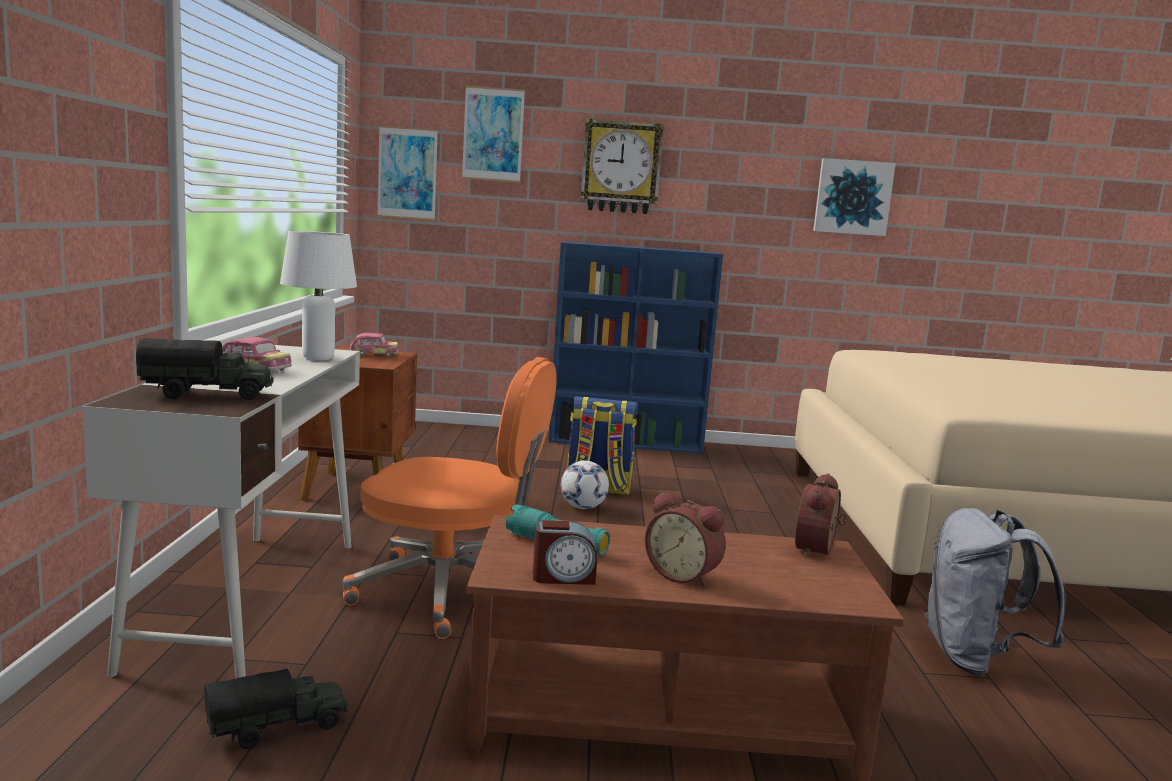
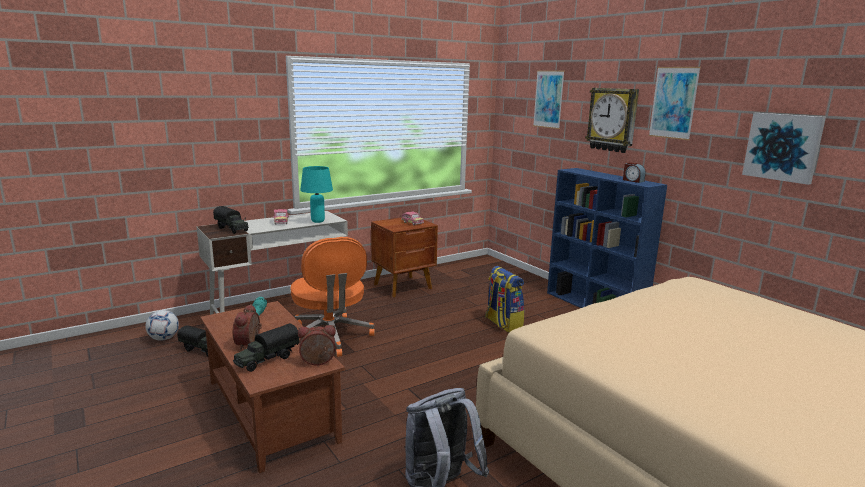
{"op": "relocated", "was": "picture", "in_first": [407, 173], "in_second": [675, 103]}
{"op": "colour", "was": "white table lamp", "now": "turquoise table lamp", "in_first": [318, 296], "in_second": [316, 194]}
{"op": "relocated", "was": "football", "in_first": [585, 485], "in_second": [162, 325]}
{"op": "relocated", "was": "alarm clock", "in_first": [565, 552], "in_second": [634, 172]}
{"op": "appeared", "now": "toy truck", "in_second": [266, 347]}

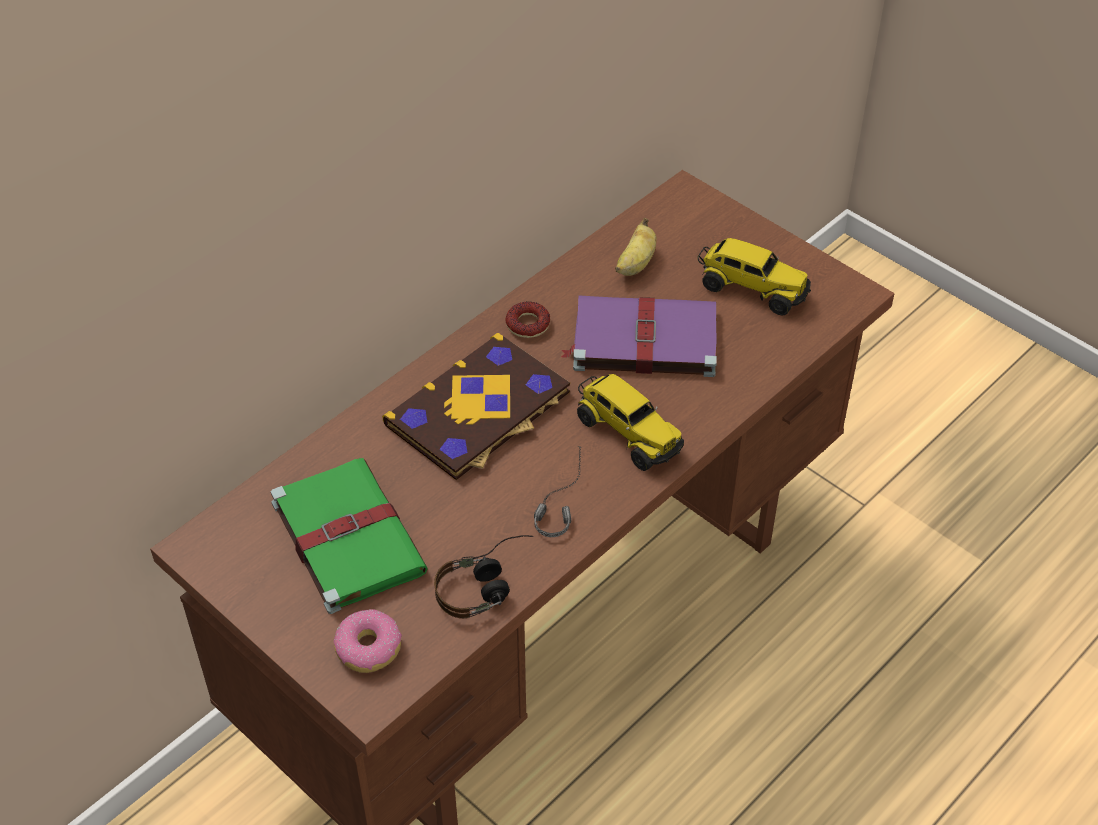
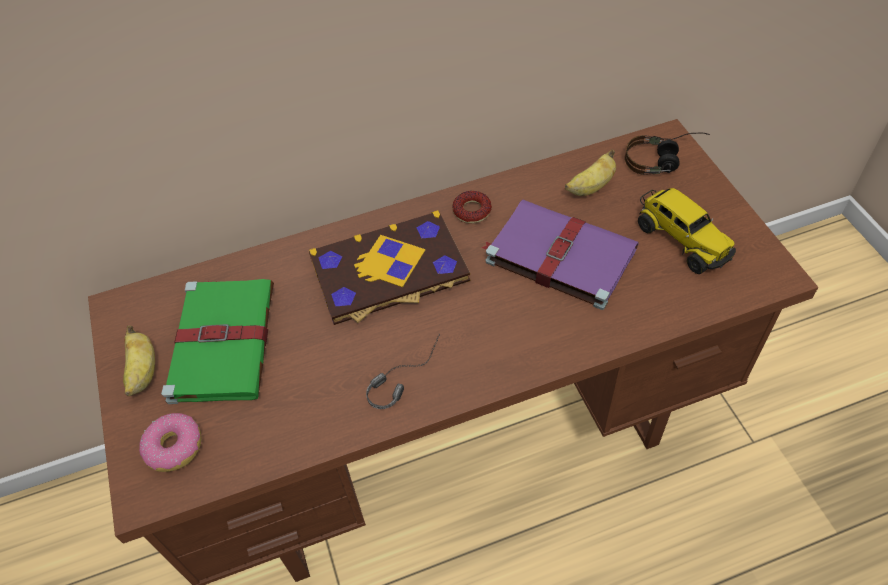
{"op": "missing", "was": "toy truck", "in_first": [630, 422]}
{"op": "relocated", "was": "headphones", "in_first": [484, 576], "in_second": [667, 153]}
{"op": "appeared", "now": "banana", "in_second": [139, 361]}

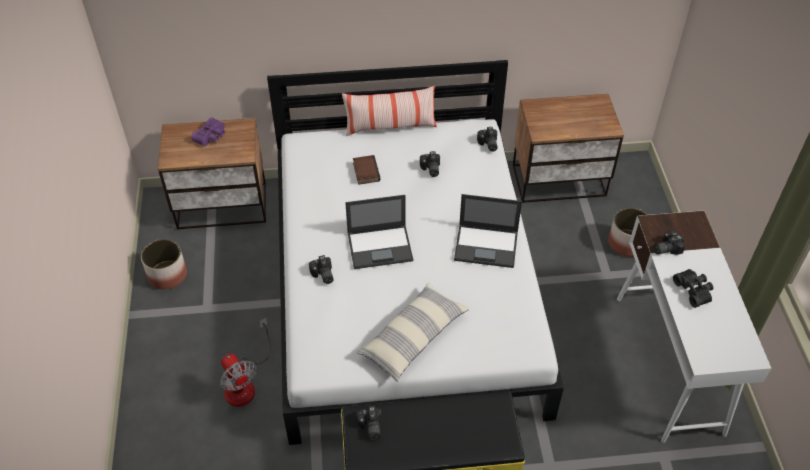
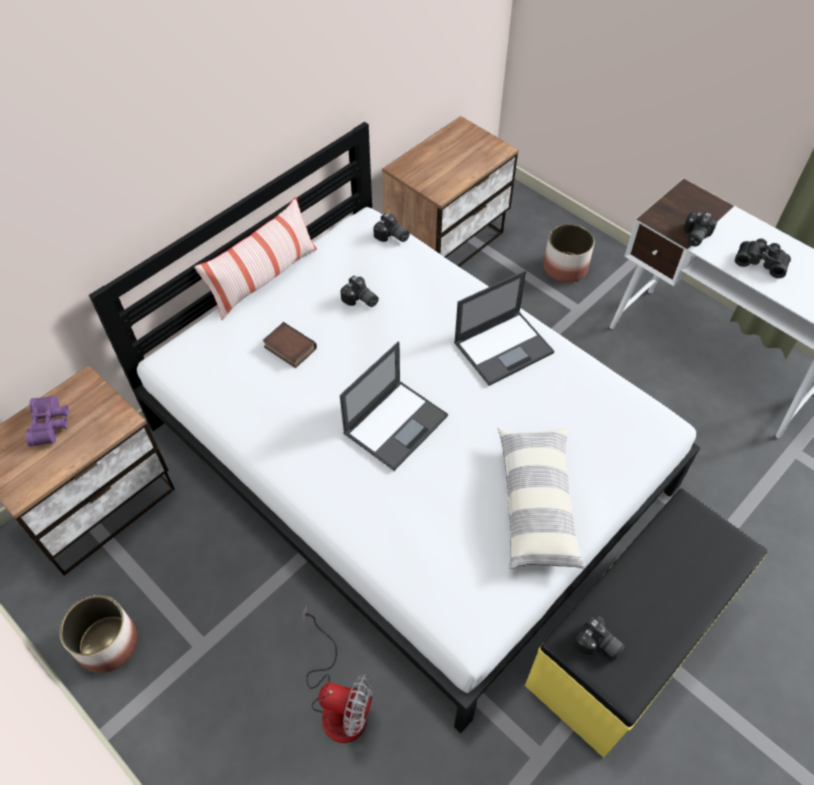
{"op": "missing", "was": "photo camera", "in_first": [321, 269]}

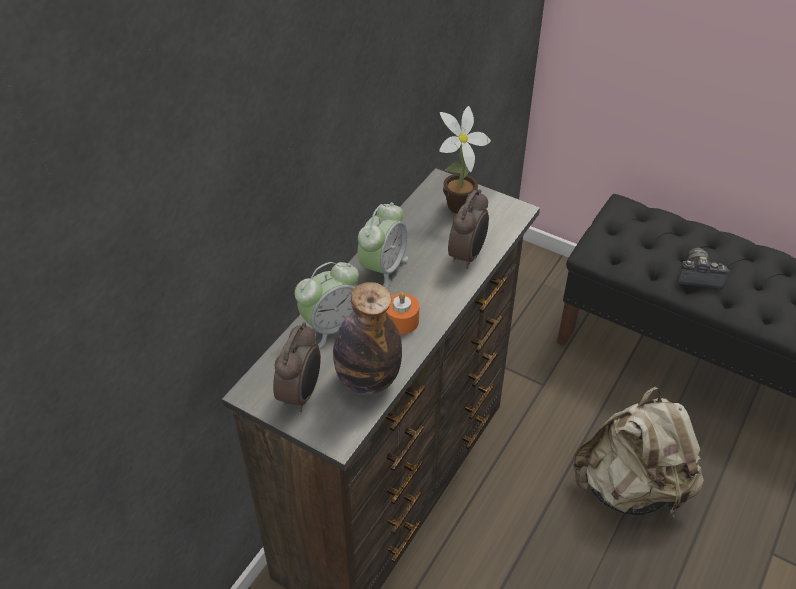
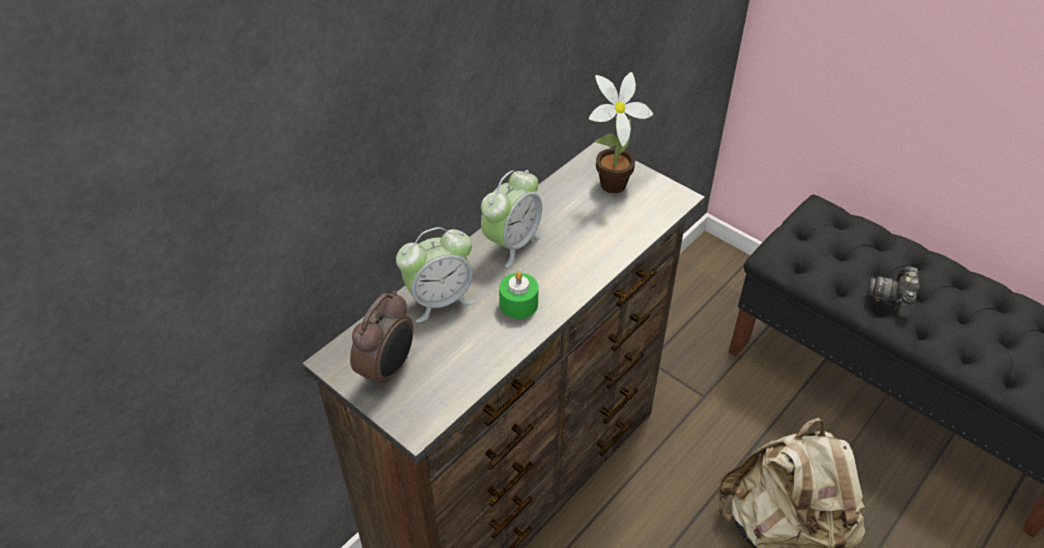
{"op": "missing", "was": "alarm clock", "in_first": [468, 229]}
{"op": "spun", "was": "photo camera", "in_first": [703, 268], "in_second": [893, 292], "clockwise": -90}
{"op": "missing", "was": "bottle", "in_first": [367, 338]}
{"op": "colour", "was": "orange candle", "now": "green candle", "in_first": [402, 313], "in_second": [519, 295]}

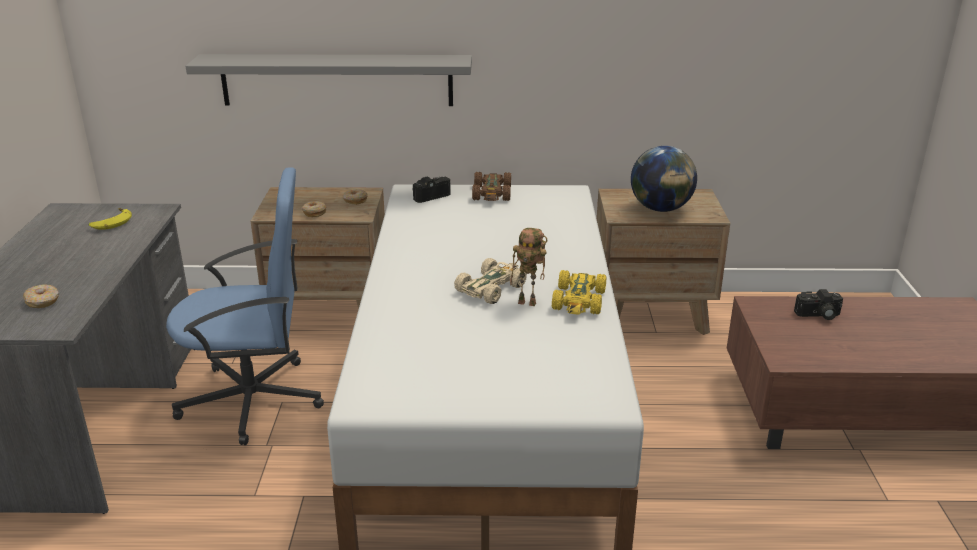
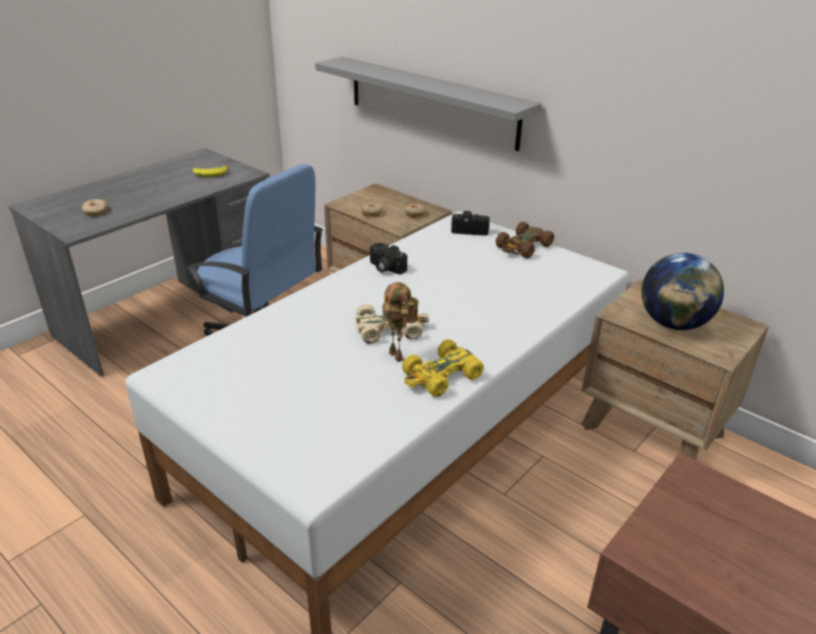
{"op": "relocated", "was": "photo camera", "in_first": [818, 304], "in_second": [388, 258]}

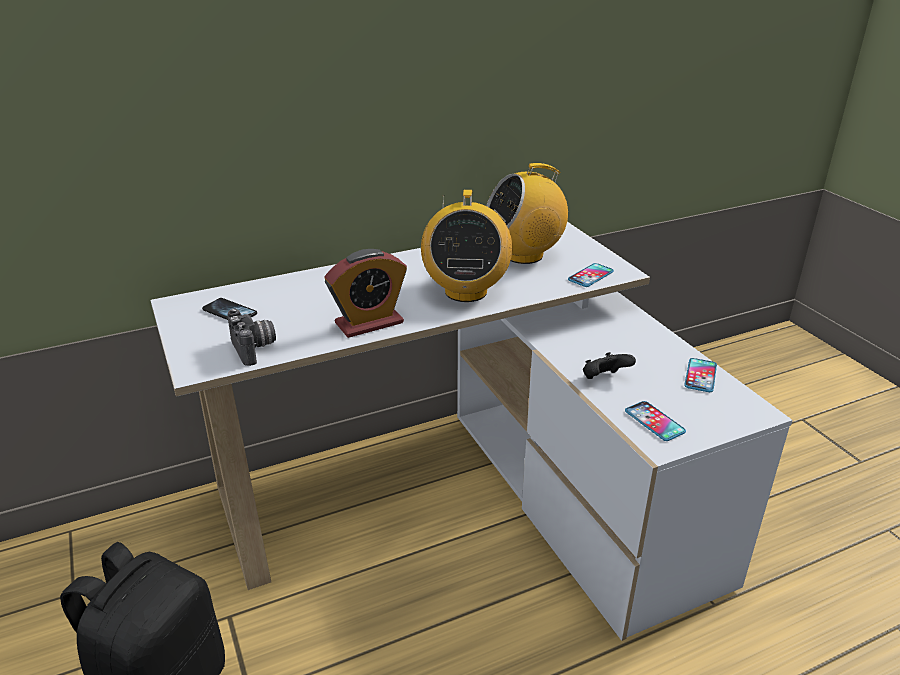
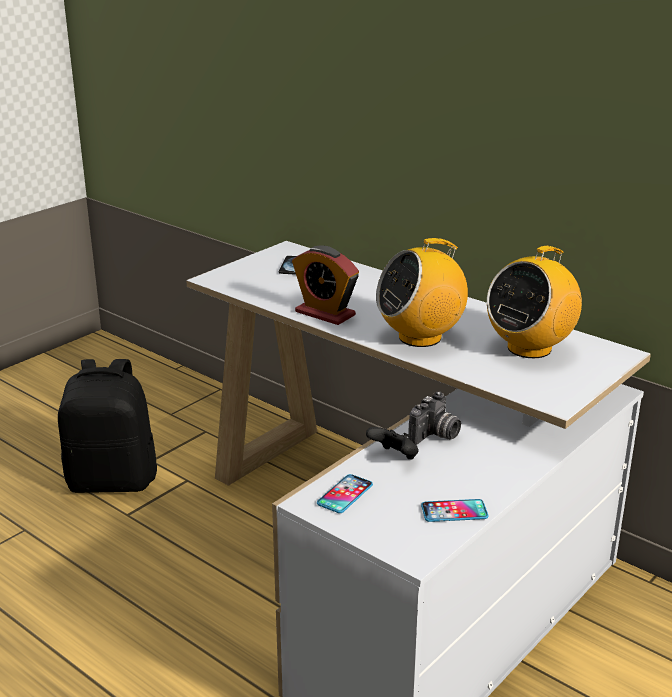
{"op": "spun", "was": "radio", "in_first": [527, 213], "in_second": [534, 302], "clockwise": -90}
{"op": "missing", "was": "phone", "in_first": [591, 275]}
{"op": "relocated", "was": "photo camera", "in_first": [251, 337], "in_second": [434, 418]}

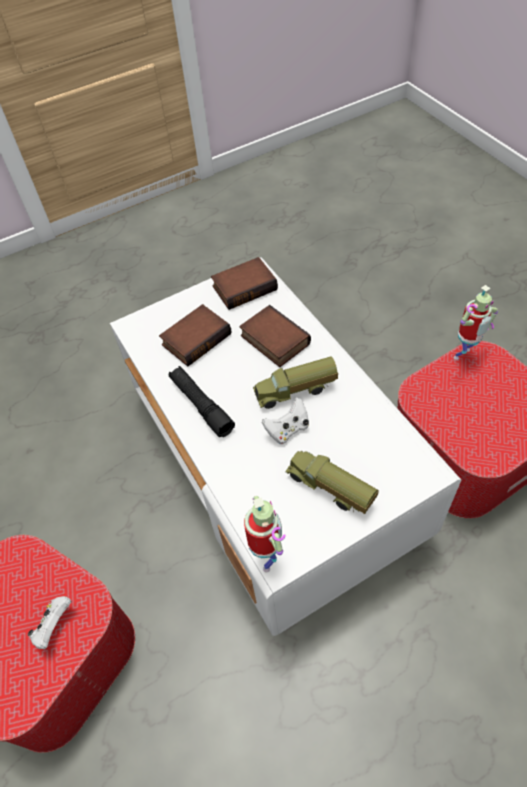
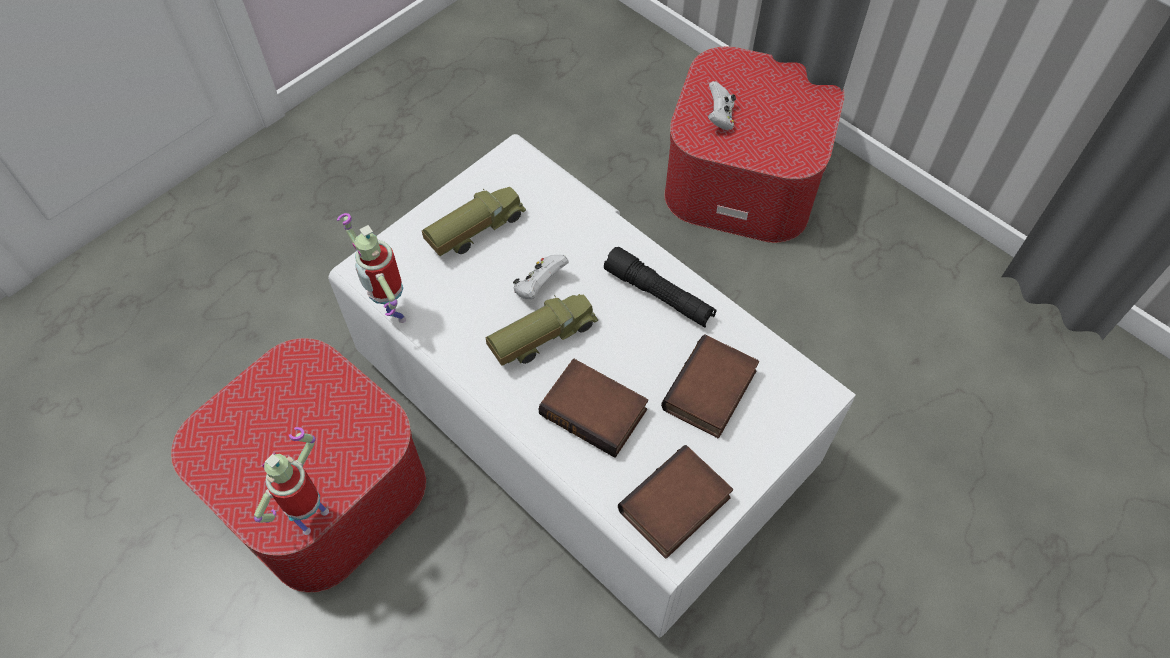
{"op": "spun", "was": "toy truck", "in_first": [332, 482], "in_second": [474, 221], "clockwise": -60}
{"op": "relocated", "was": "toy robot", "in_first": [265, 534], "in_second": [371, 268]}

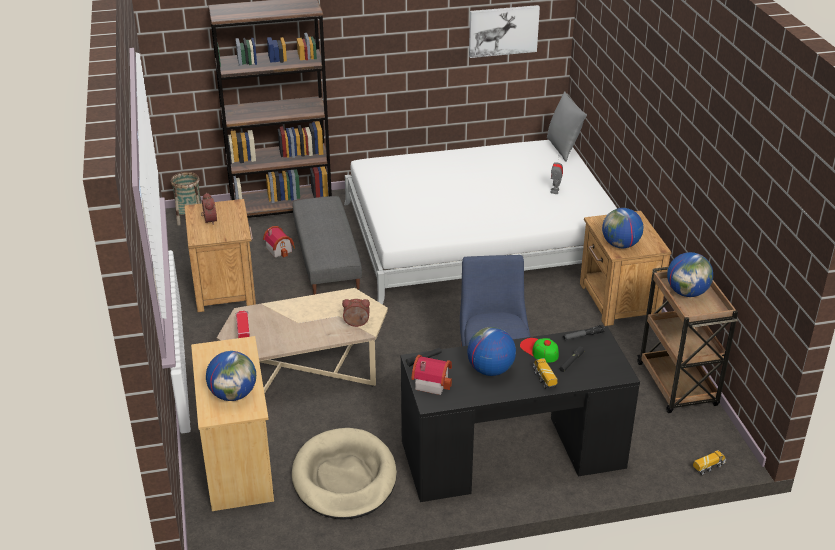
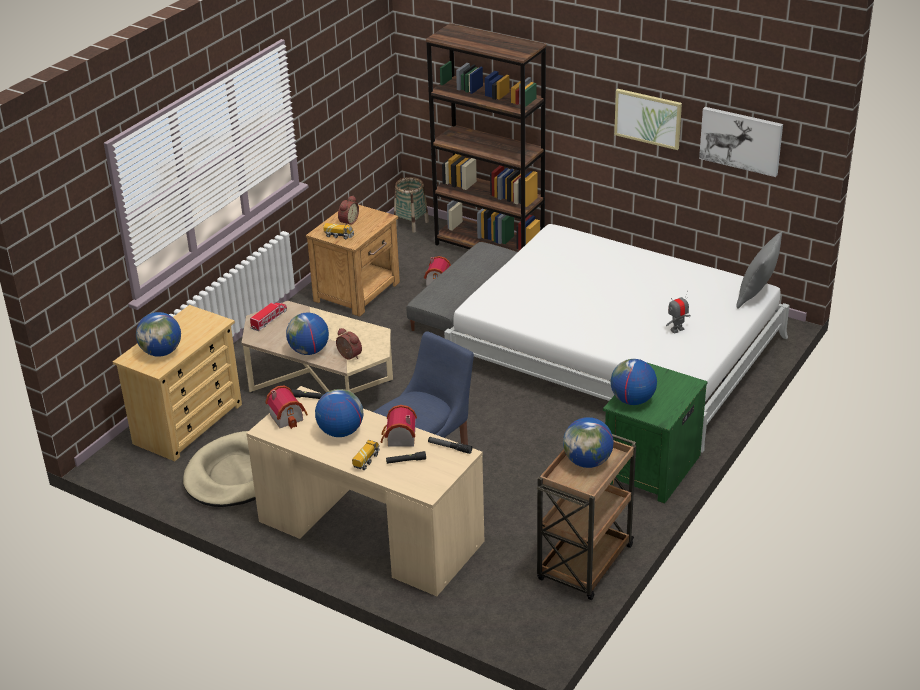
{"op": "colour", "was": "brown nightstand", "now": "green nightstand", "in_first": [626, 268], "in_second": [655, 433]}
{"op": "colour", "was": "black desk", "now": "beige desk", "in_first": [520, 414], "in_second": [365, 491]}
{"op": "exchanged", "was": "cap", "now": "toy house", "in_first": [539, 350], "in_second": [398, 426]}
{"op": "relocated", "was": "toy truck", "in_first": [709, 462], "in_second": [338, 231]}
{"op": "appeared", "now": "picture", "in_second": [648, 119]}
{"op": "appeared", "now": "globe", "in_second": [307, 334]}

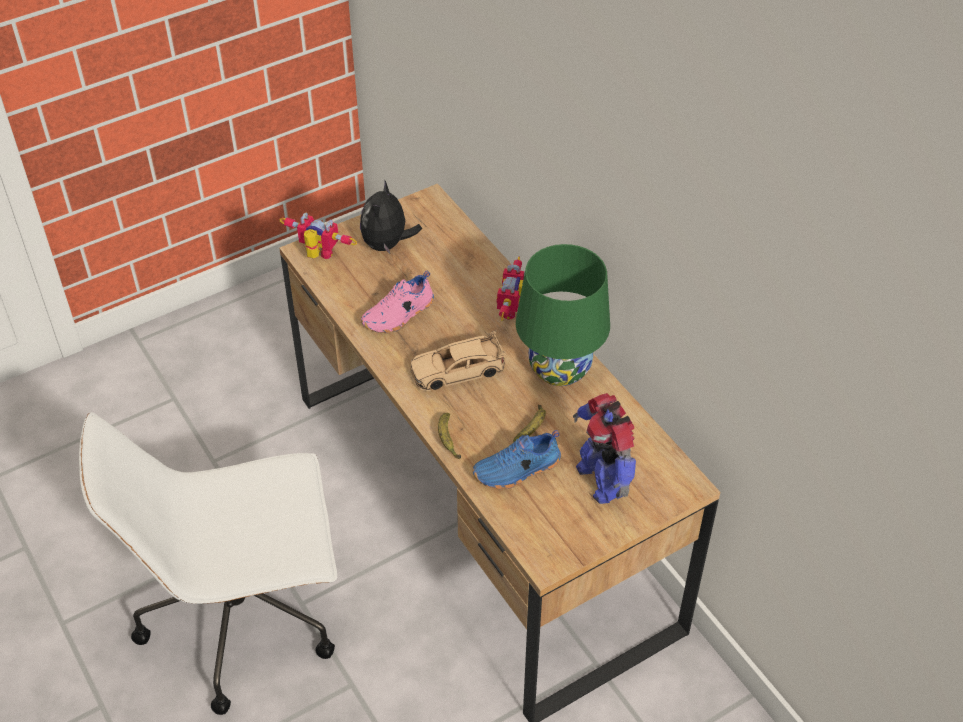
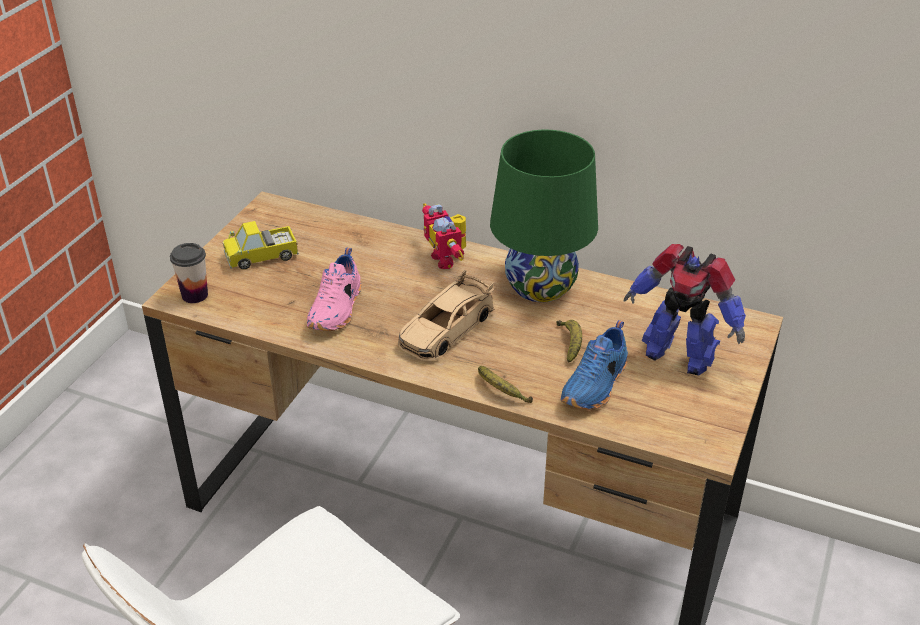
{"op": "exchanged", "was": "plush toy", "now": "toy truck", "in_first": [391, 217], "in_second": [261, 245]}
{"op": "exchanged", "was": "toy robot", "now": "cup", "in_first": [318, 236], "in_second": [189, 273]}

